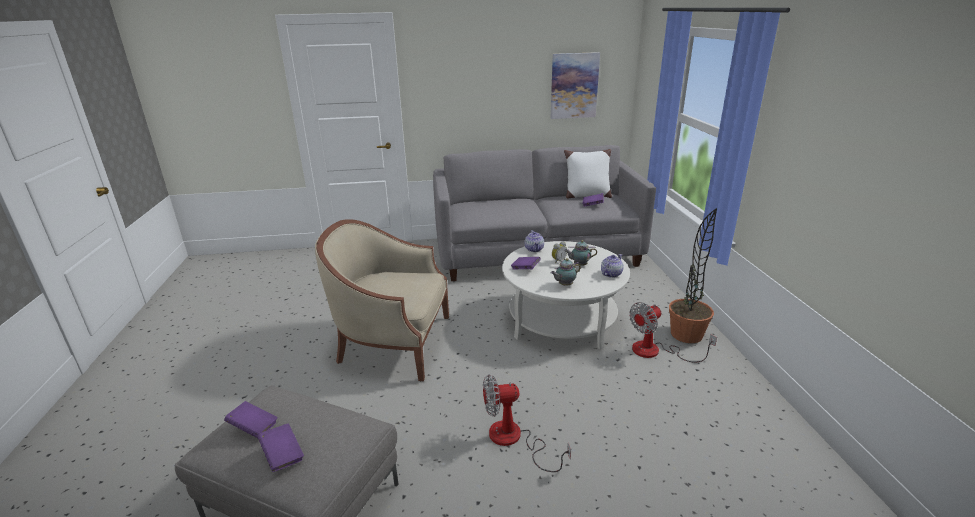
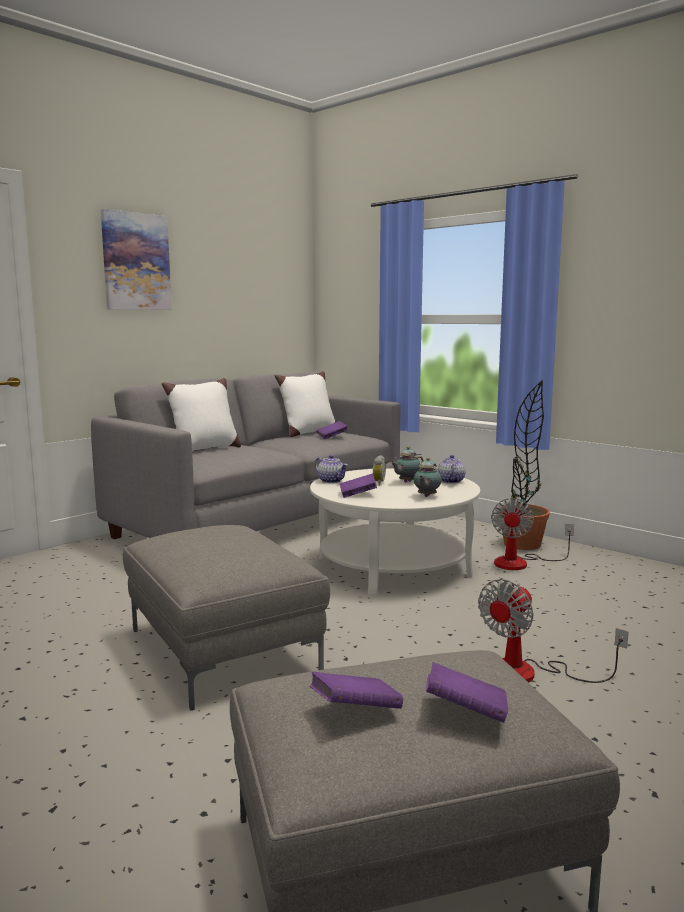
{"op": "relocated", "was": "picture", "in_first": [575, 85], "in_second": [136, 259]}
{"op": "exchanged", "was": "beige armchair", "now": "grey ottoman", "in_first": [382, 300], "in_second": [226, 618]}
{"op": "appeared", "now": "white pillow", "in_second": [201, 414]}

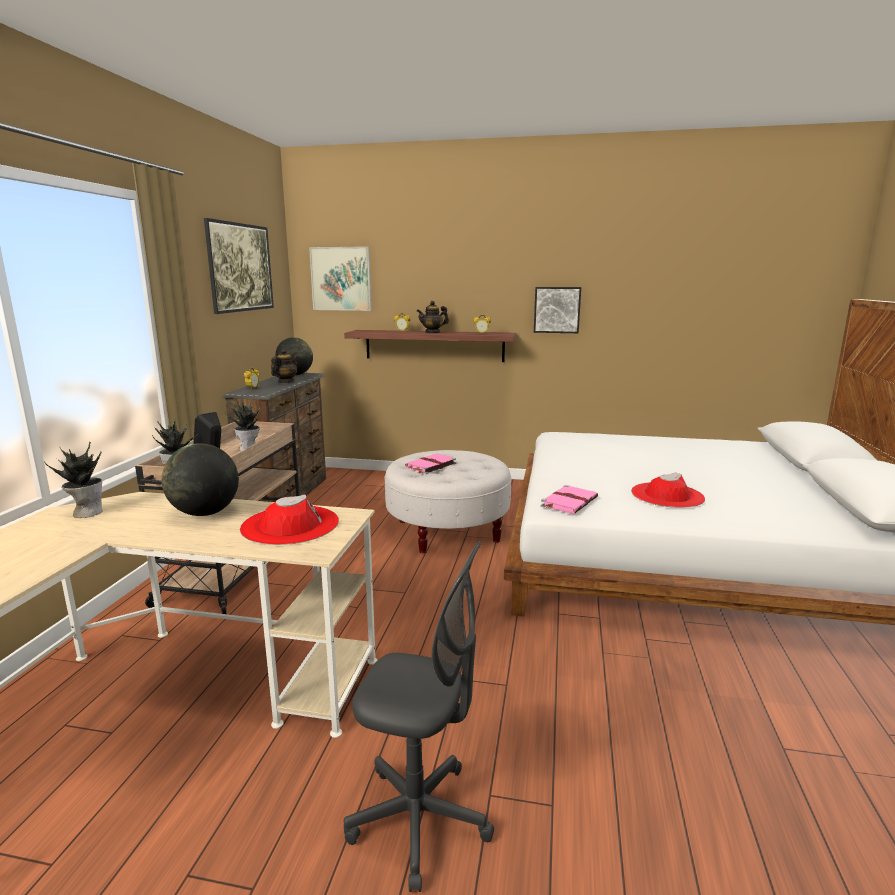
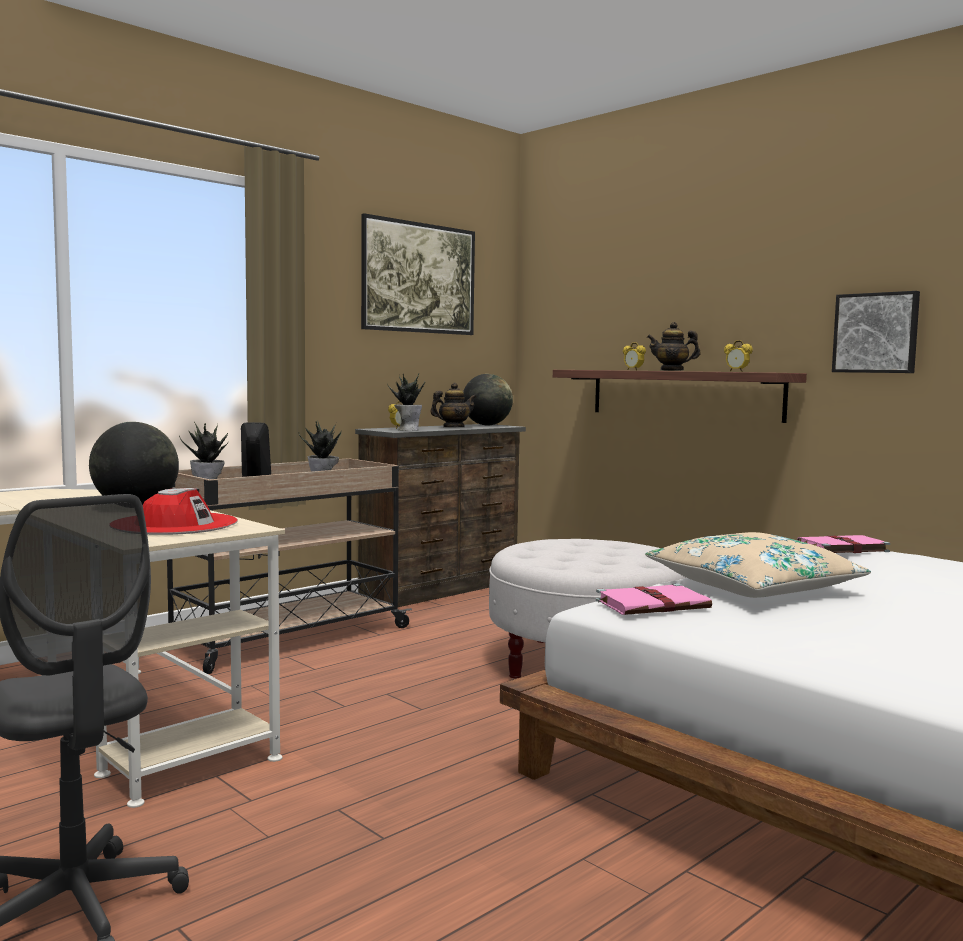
{"op": "missing", "was": "picture", "in_first": [340, 279]}
{"op": "relocated", "was": "potted plant", "in_first": [73, 480], "in_second": [406, 402]}
{"op": "relocated", "was": "pink book", "in_first": [430, 463], "in_second": [843, 544]}
{"op": "missing", "was": "red hat", "in_first": [668, 490]}
{"op": "appeared", "now": "beige pillow", "in_second": [758, 565]}

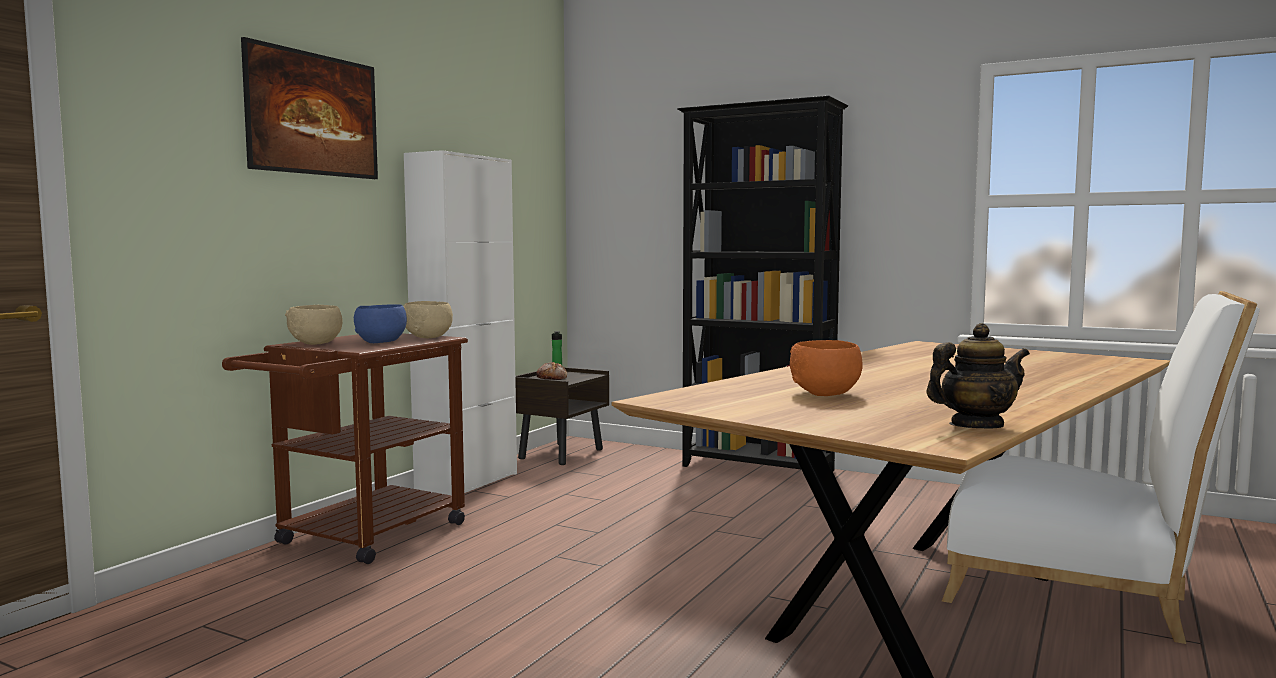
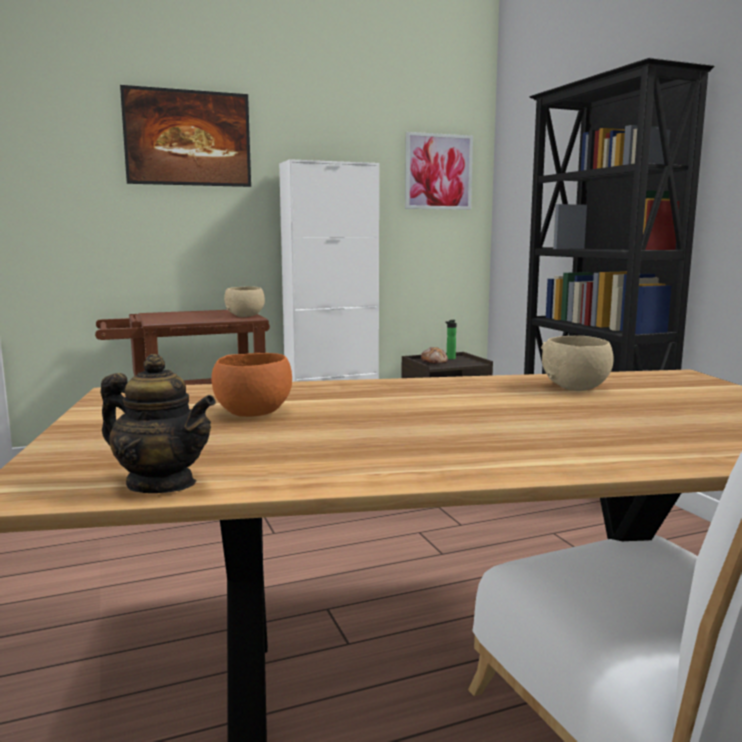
{"op": "missing", "was": "blue bowl", "in_first": [380, 323]}
{"op": "relocated", "was": "beige bowl", "in_first": [313, 325], "in_second": [577, 363]}
{"op": "appeared", "now": "picture", "in_second": [439, 171]}

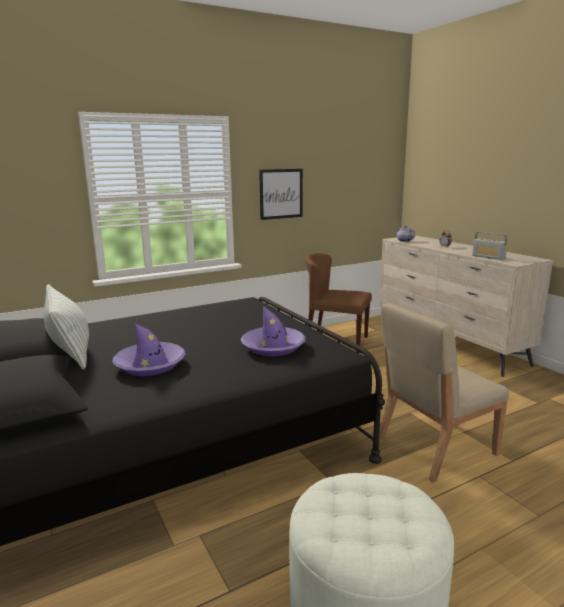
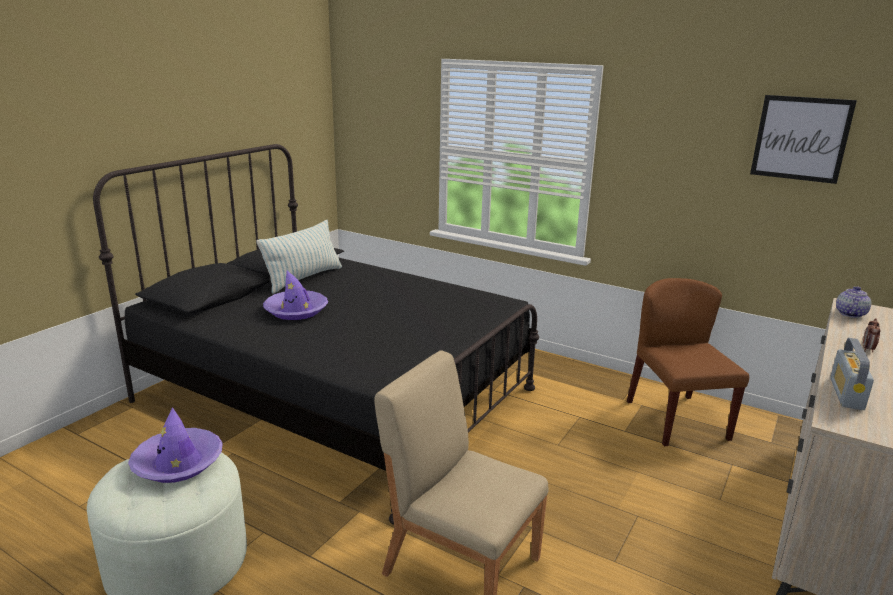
{"op": "relocated", "was": "picture", "in_first": [281, 194], "in_second": [803, 139]}
{"op": "relocated", "was": "purple hat", "in_first": [273, 331], "in_second": [175, 445]}

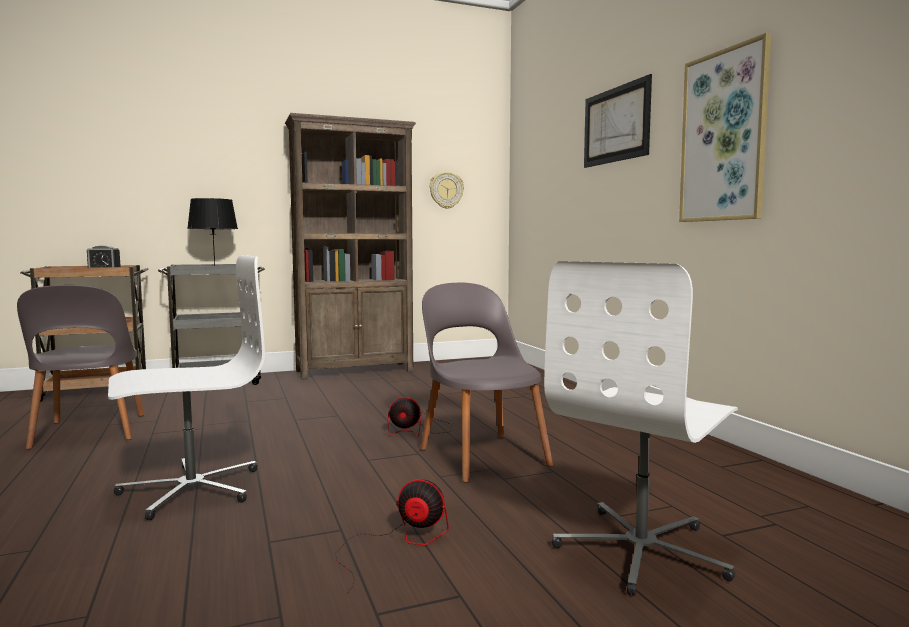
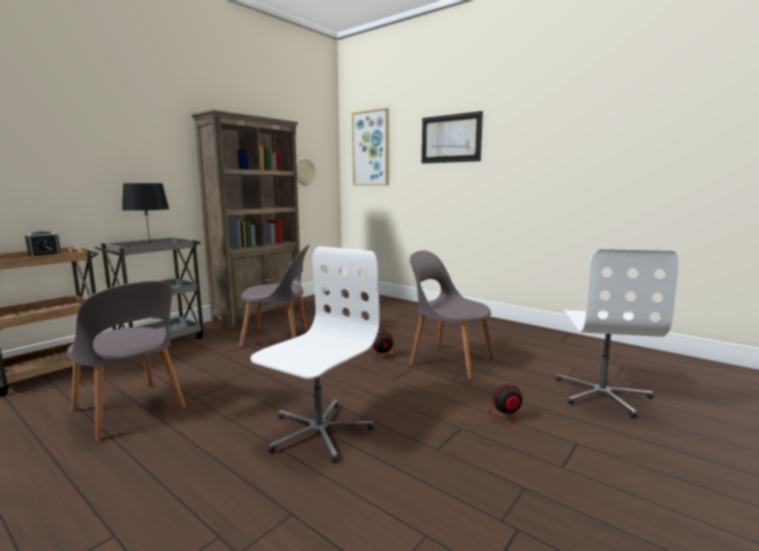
{"op": "relocated", "was": "picture", "in_first": [725, 127], "in_second": [370, 147]}
{"op": "appeared", "now": "grey chair", "in_second": [274, 296]}

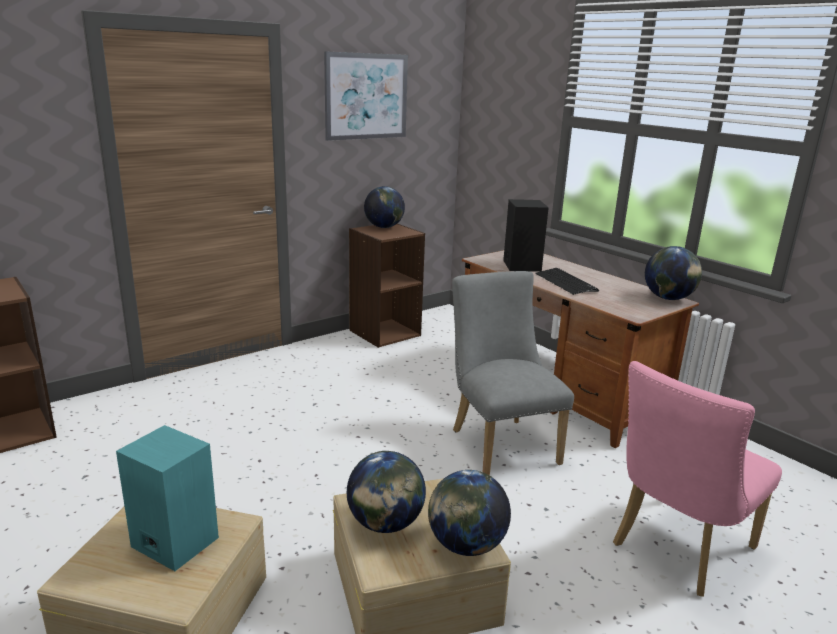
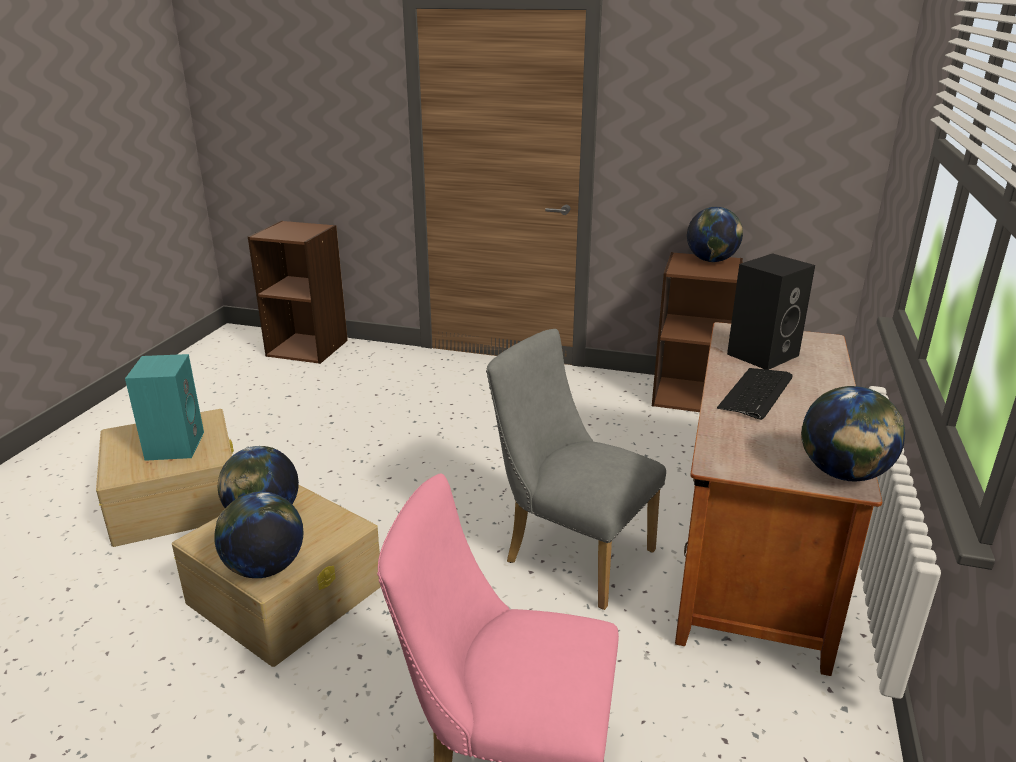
{"op": "missing", "was": "picture", "in_first": [366, 96]}
{"op": "spun", "was": "grey chair", "in_first": [513, 373], "in_second": [576, 469], "clockwise": -90}

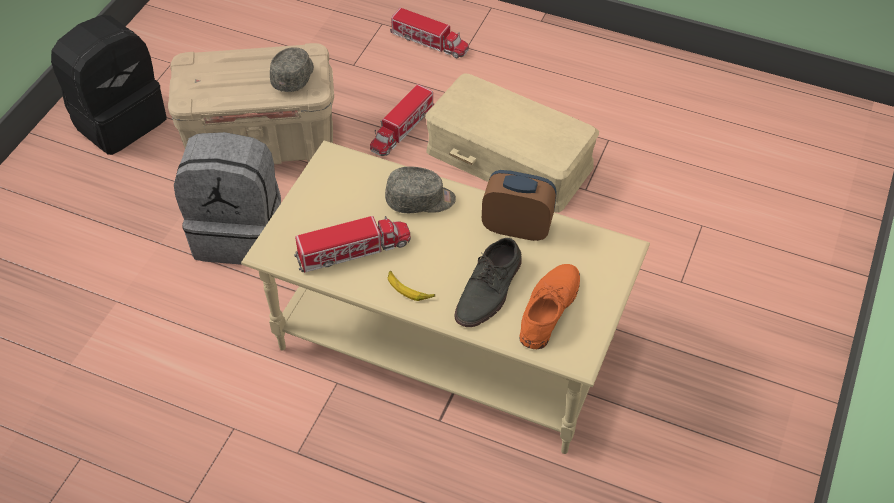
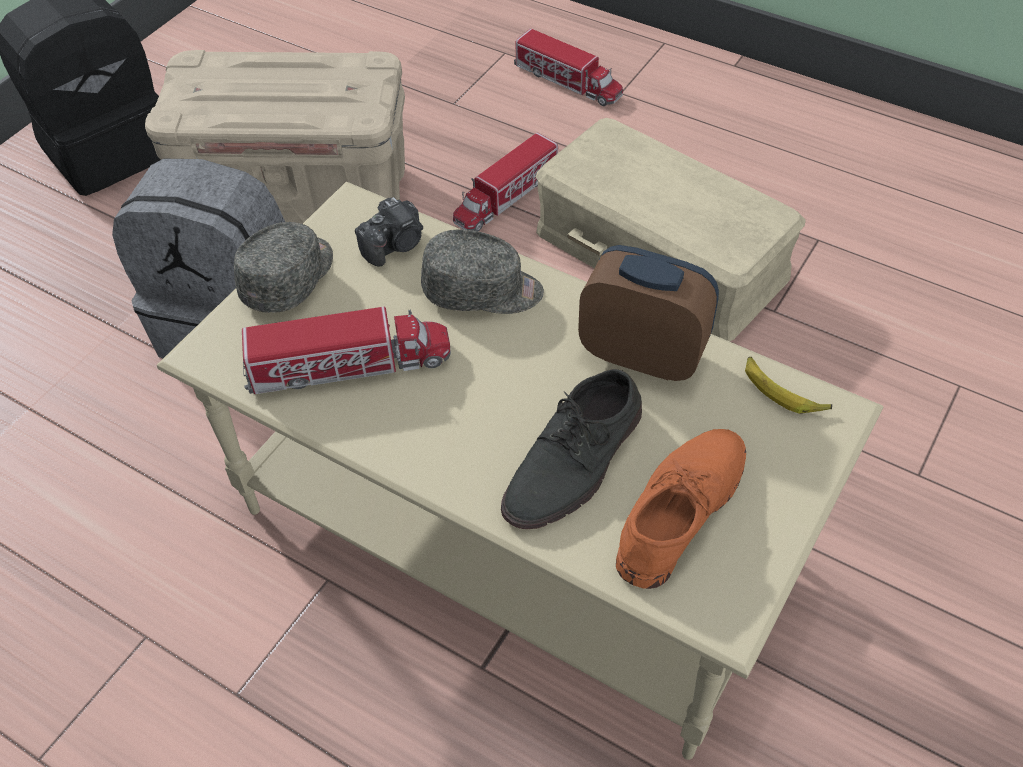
{"op": "relocated", "was": "grey cap", "in_first": [292, 69], "in_second": [283, 267]}
{"op": "relocated", "was": "banana", "in_first": [411, 286], "in_second": [788, 385]}
{"op": "appeared", "now": "photo camera", "in_second": [389, 232]}

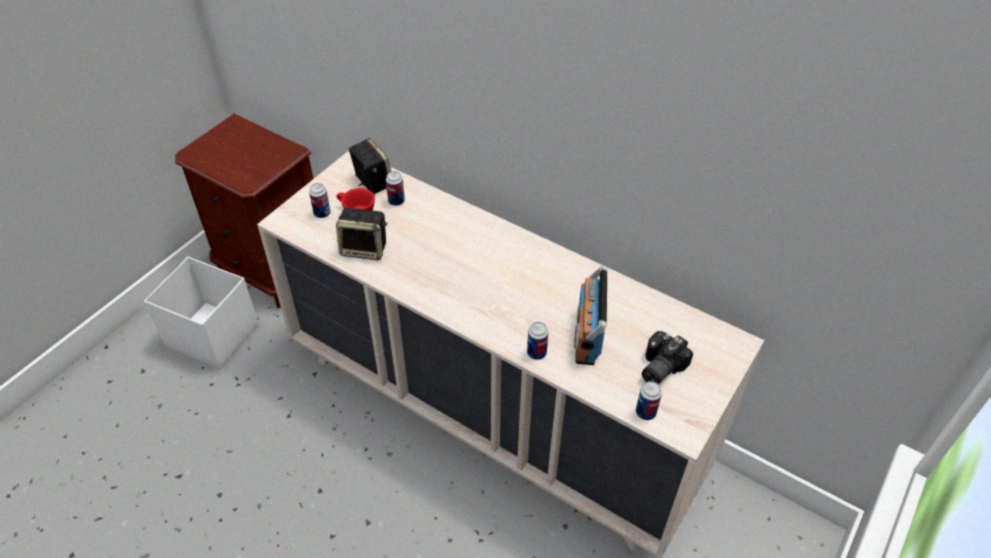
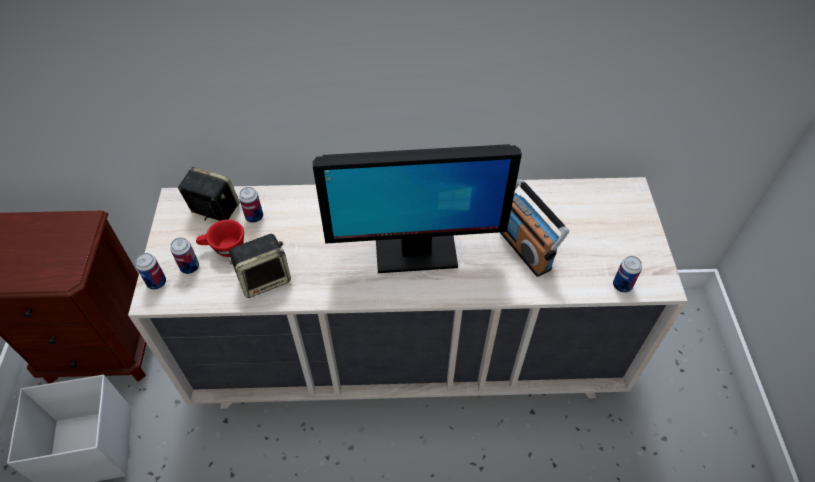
{"op": "relocated", "was": "can", "in_first": [537, 341], "in_second": [150, 271]}
{"op": "missing", "was": "photo camera", "in_first": [667, 357]}
{"op": "appeared", "now": "monitor", "in_second": [417, 208]}

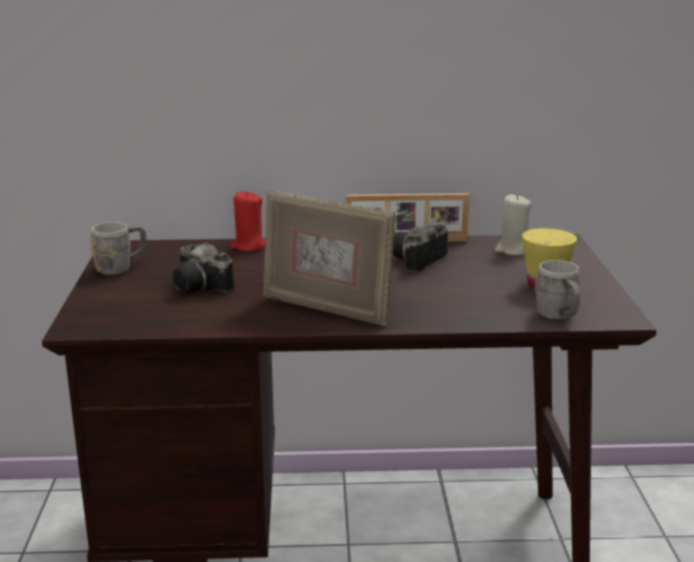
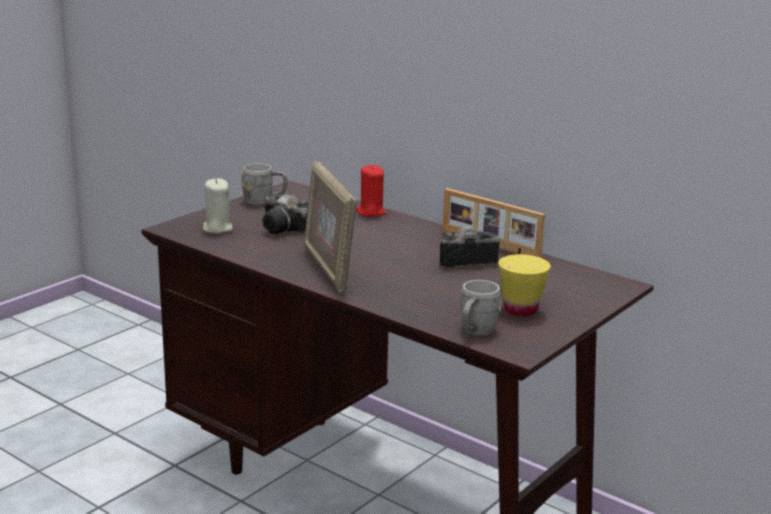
{"op": "relocated", "was": "beige candle", "in_first": [513, 224], "in_second": [217, 206]}
{"op": "spun", "was": "photo camera", "in_first": [203, 268], "in_second": [285, 213], "clockwise": -45}

